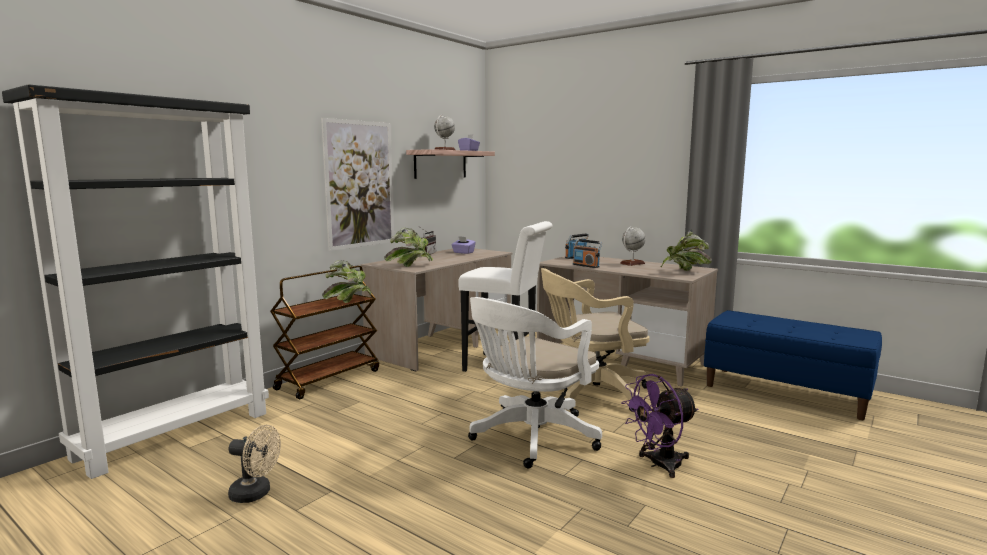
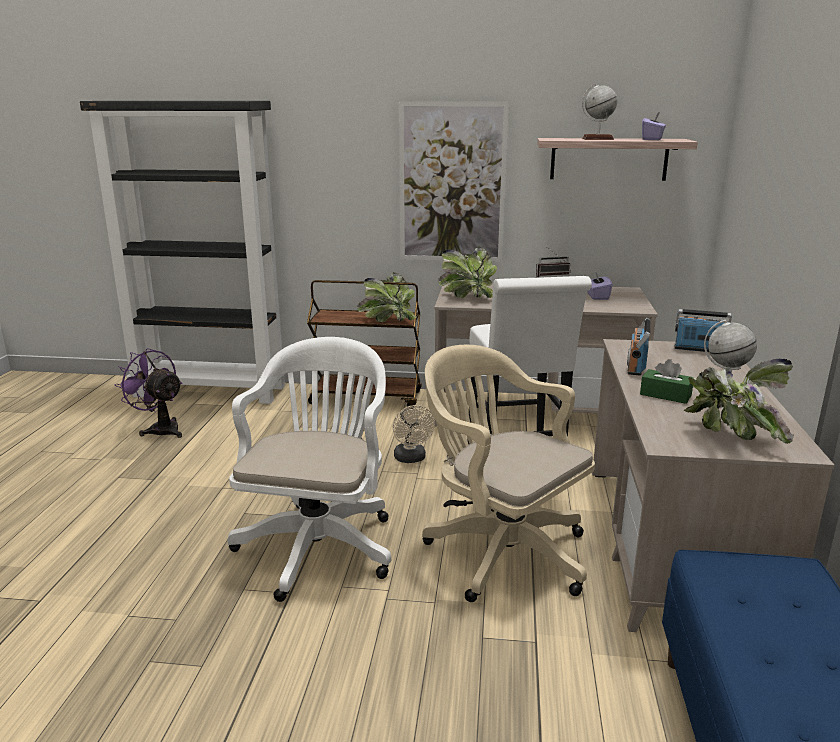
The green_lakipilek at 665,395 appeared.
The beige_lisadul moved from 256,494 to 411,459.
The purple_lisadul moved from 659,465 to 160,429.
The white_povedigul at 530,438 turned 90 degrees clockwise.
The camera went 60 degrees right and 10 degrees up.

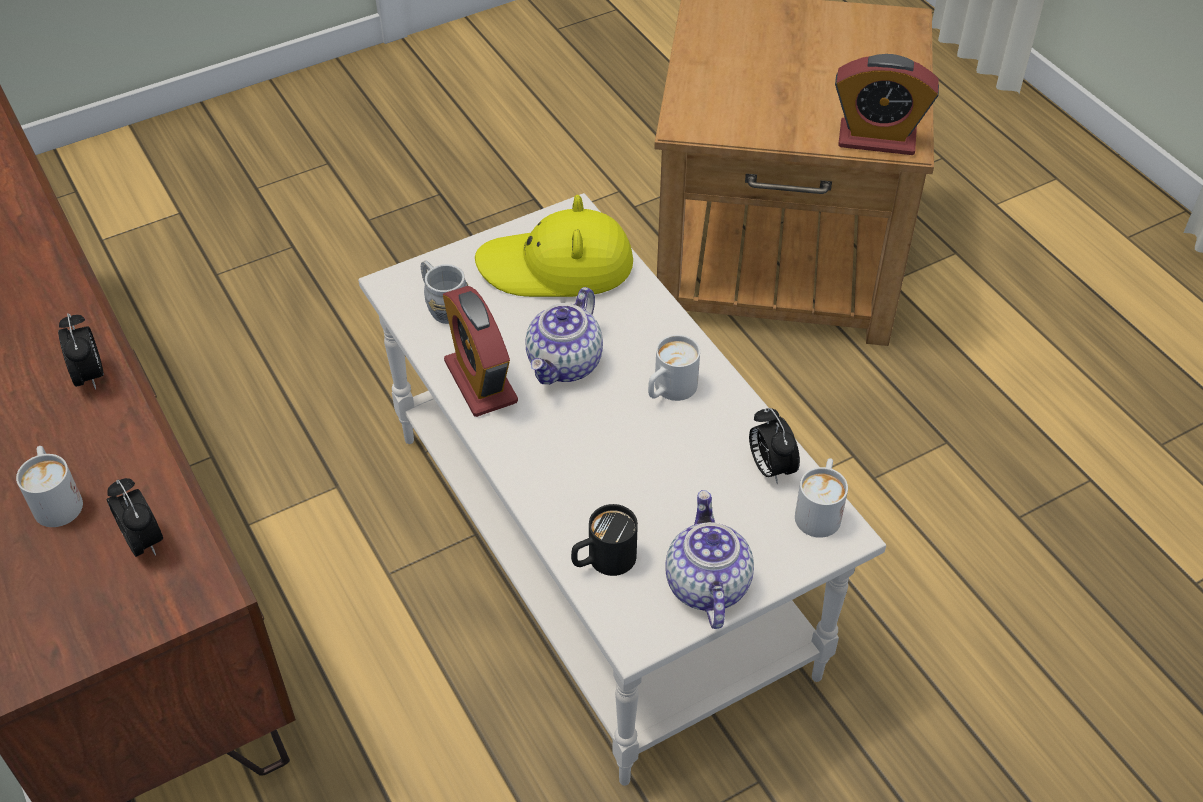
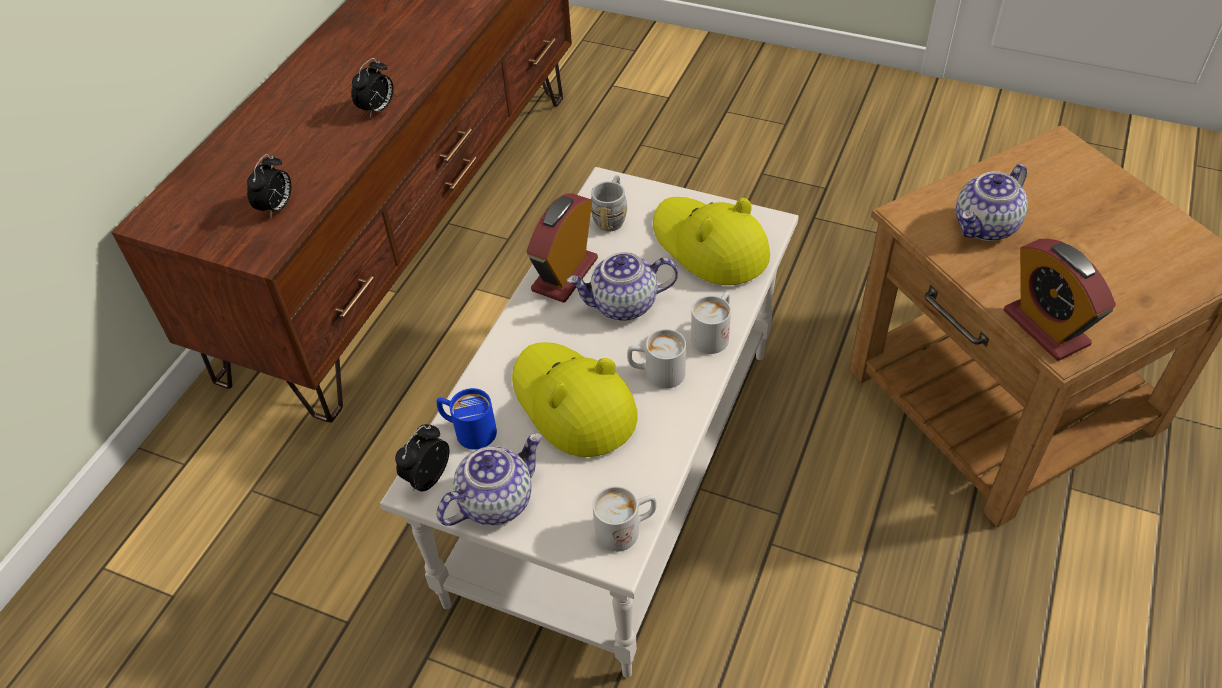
The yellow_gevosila at 572,403 appeared.
The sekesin at 986,227 appeared.
The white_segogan moved from 57,499 to 714,334.
The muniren moved from 770,468 to 427,477.
The black_segogan at 602,561 became the blue_segogan at 468,430.
The camera went 55 degrees right and 0 degrees up.

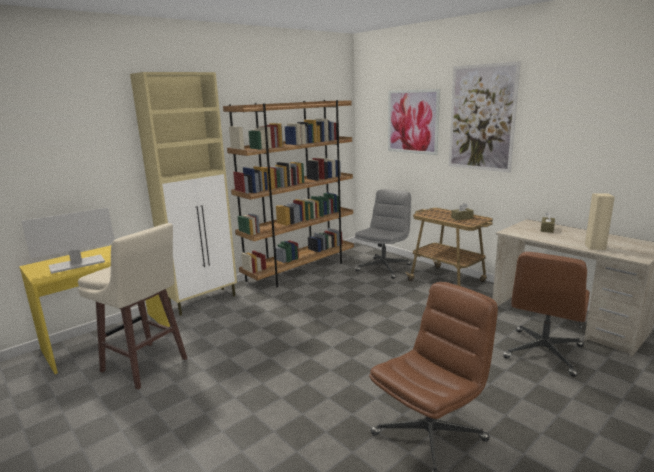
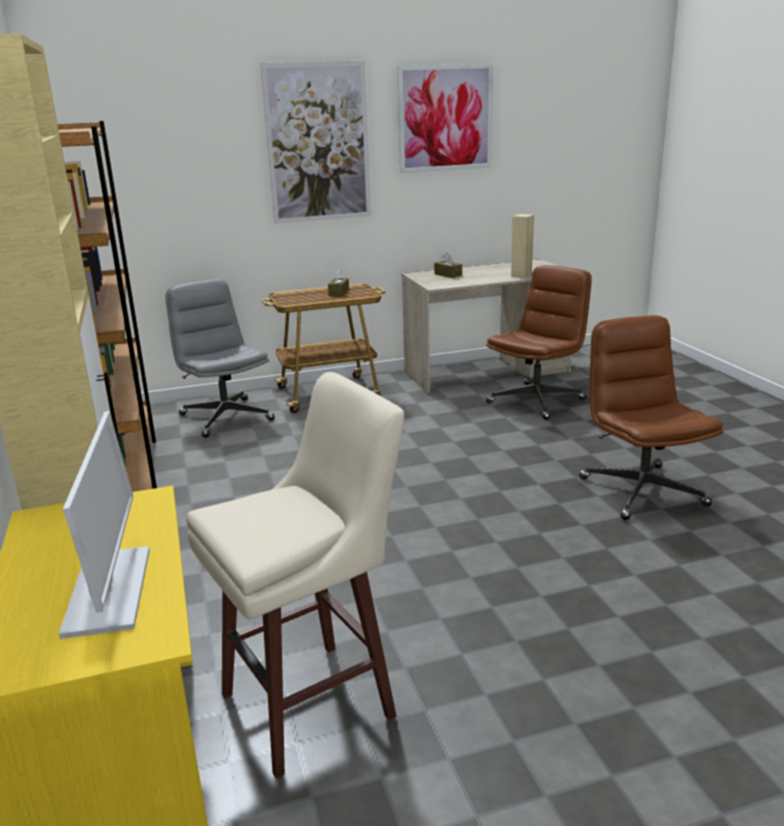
The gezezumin moved from 412,121 to 445,118.
The brown_povedigul at 543,353 turned 105 degrees counterclockwise.
The camera went 65 degrees left and 5 degrees up.

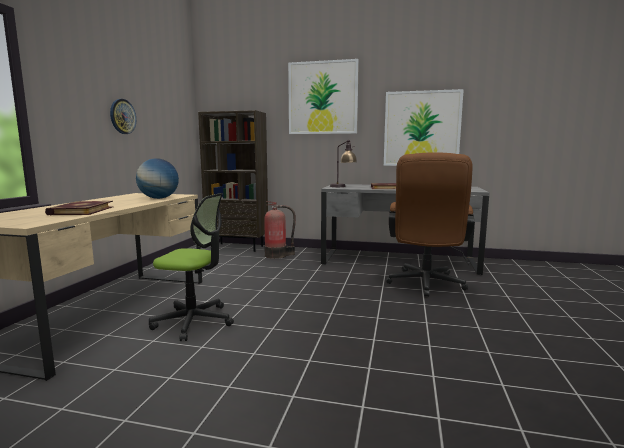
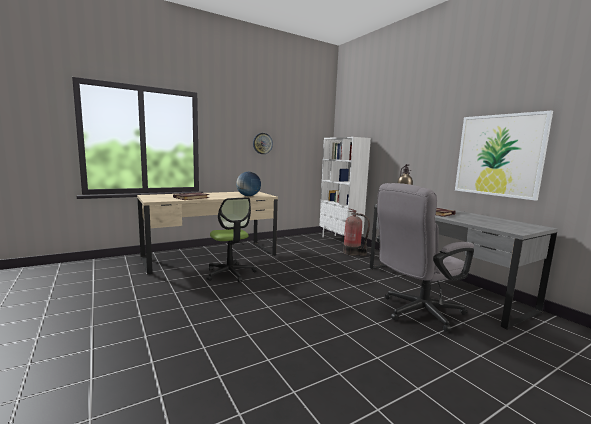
The gezezumin at 323,98 disappeared.
The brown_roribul at 238,247 became the white_roribul at 340,240.
The brown_povedigul at 425,285 became the grey_povedigul at 416,312.
The camera went 45 degrees right and 0 degrees up.

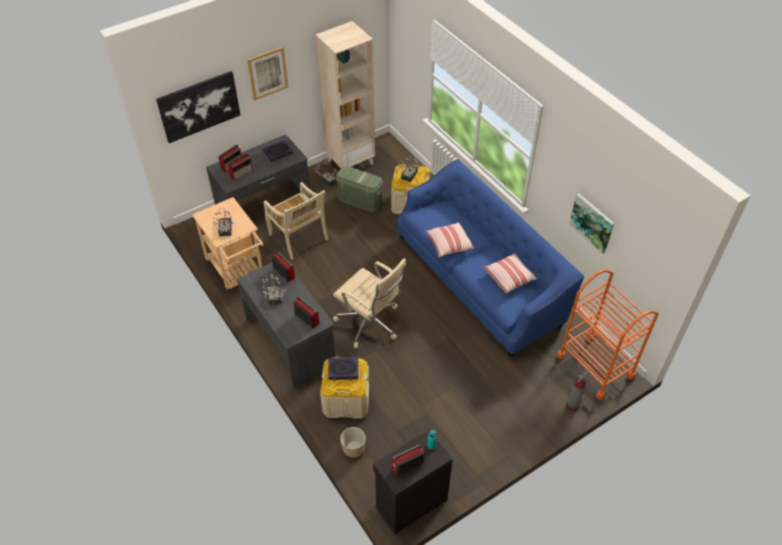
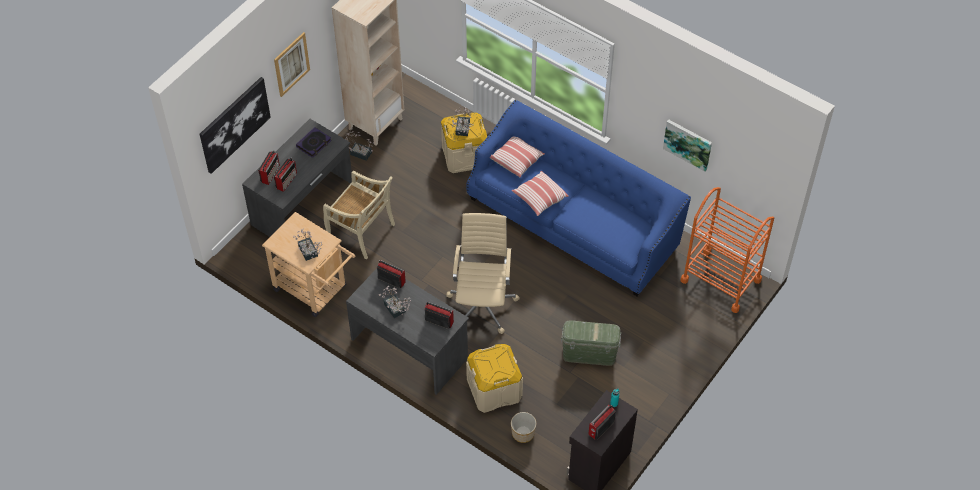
The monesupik at 343,370 disappeared.
The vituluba at 572,405 disappeared.
The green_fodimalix moved from 360,200 to 589,353.
The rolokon moved from 509,277 to 516,160.
The beige_povedigul at 370,323 turned 105 degrees counterclockwise.
The camera went 20 degrees left and 5 degrees up.

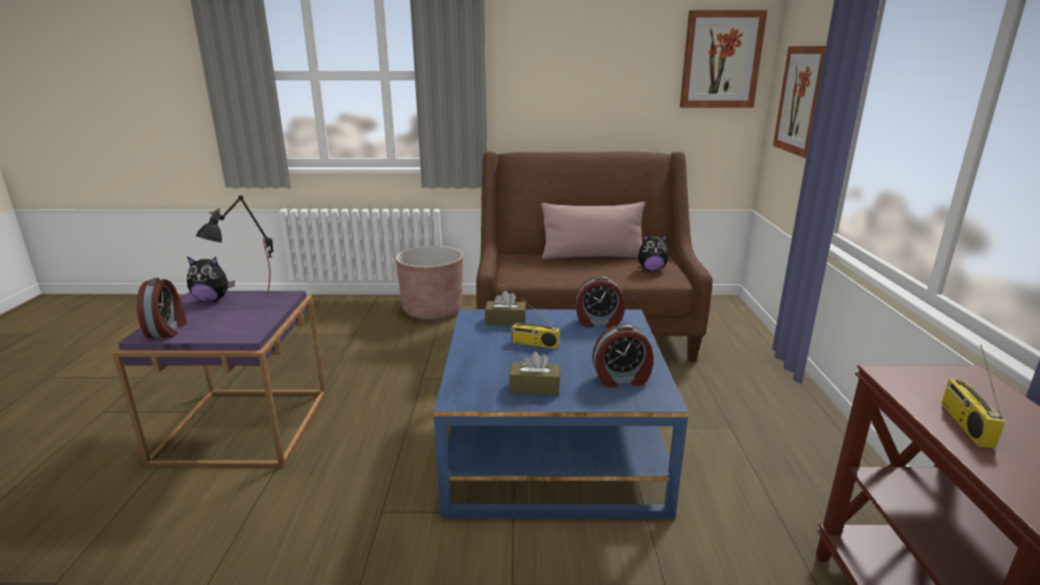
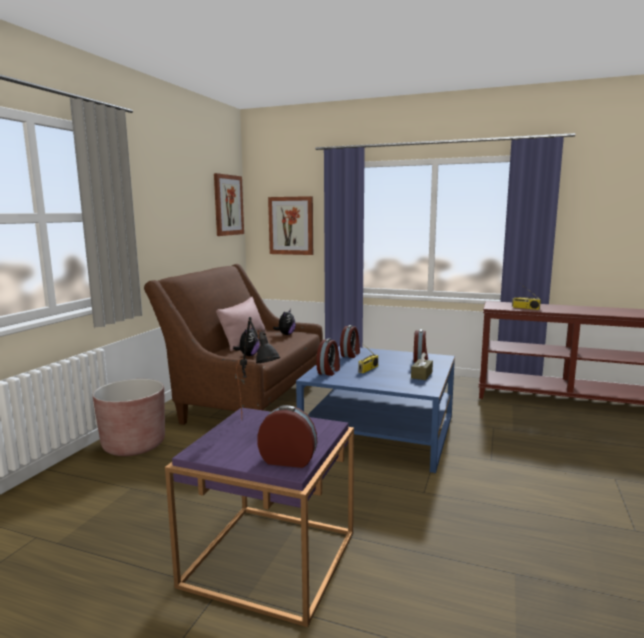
The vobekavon moved from 212,300 to 248,355.
The brown_lakipilek at 505,321 was replaced by the muniren at 329,371.
The camera went 70 degrees left and 10 degrees down.

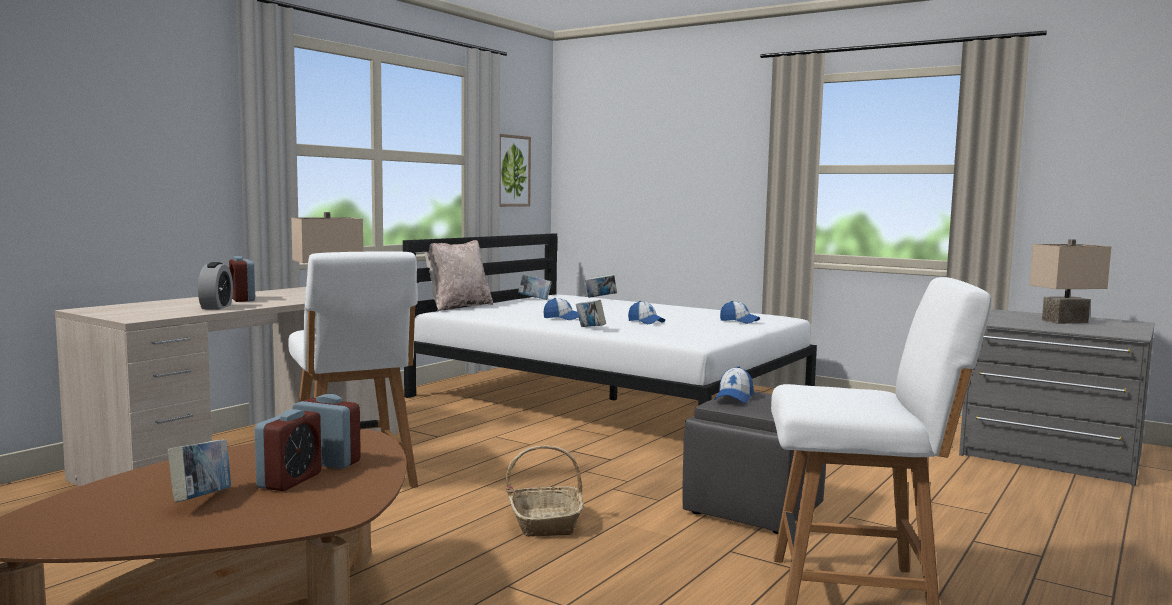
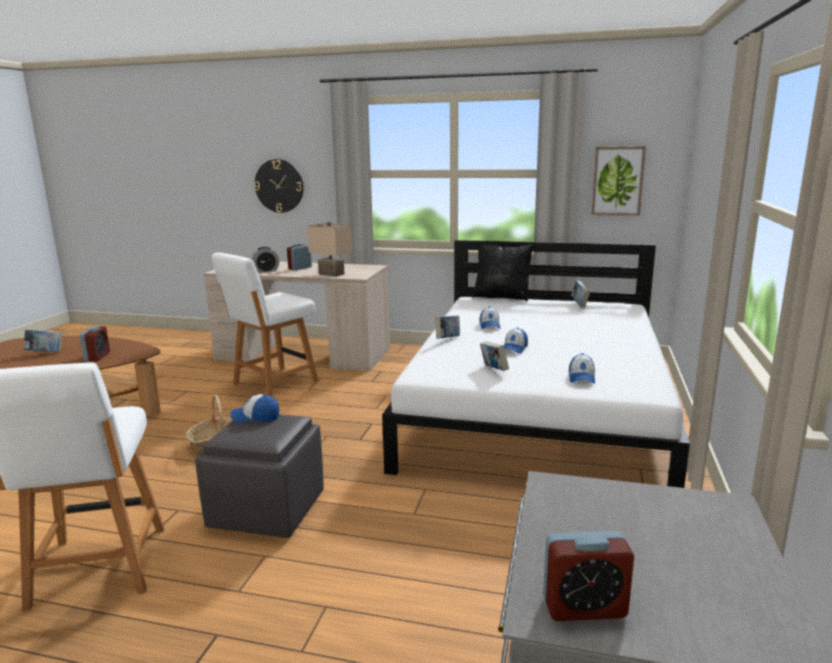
The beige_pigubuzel at 1063,321 disappeared.
The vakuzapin at 279,186 appeared.
The muniren moved from 290,481 to 584,607.
The monesupik moved from 600,298 to 493,370.
The beige_rolokon at 457,307 became the black_rolokon at 502,297.
The camera went 70 degrees right and 10 degrees up.

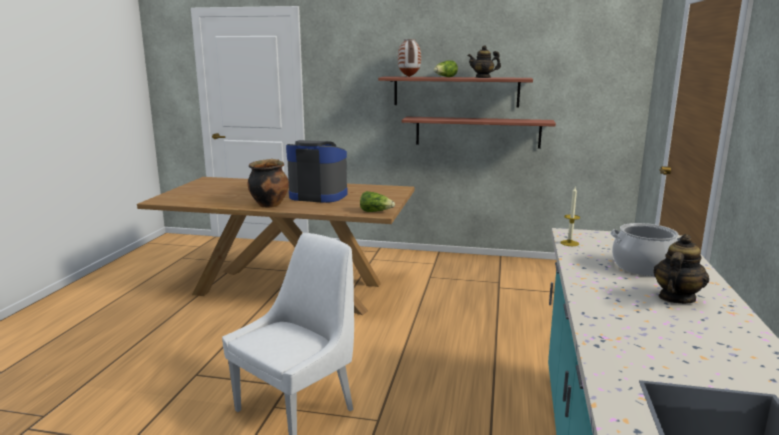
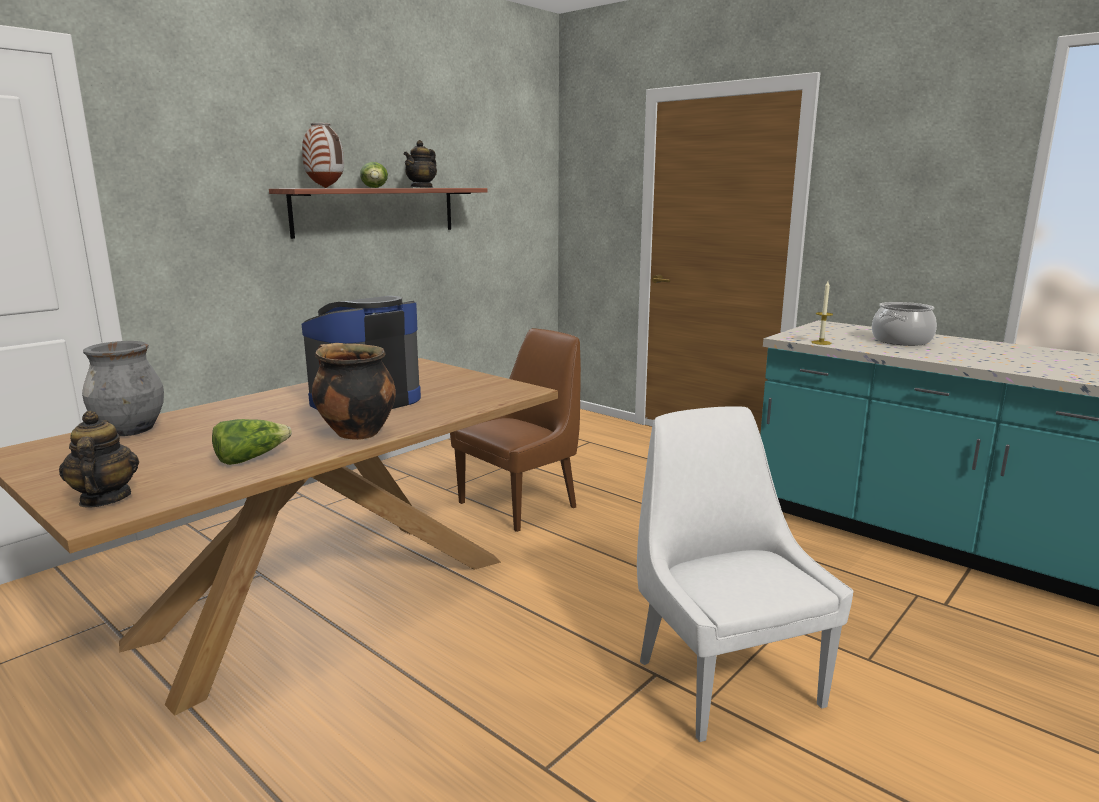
The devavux at 477,132 disappeared.
The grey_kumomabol at 130,430 appeared.
The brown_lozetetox at 521,504 appeared.
The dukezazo moved from 376,212 to 251,458.
The sekesin moved from 676,298 to 104,499.
The camera went 60 degrees left and 0 degrees up.

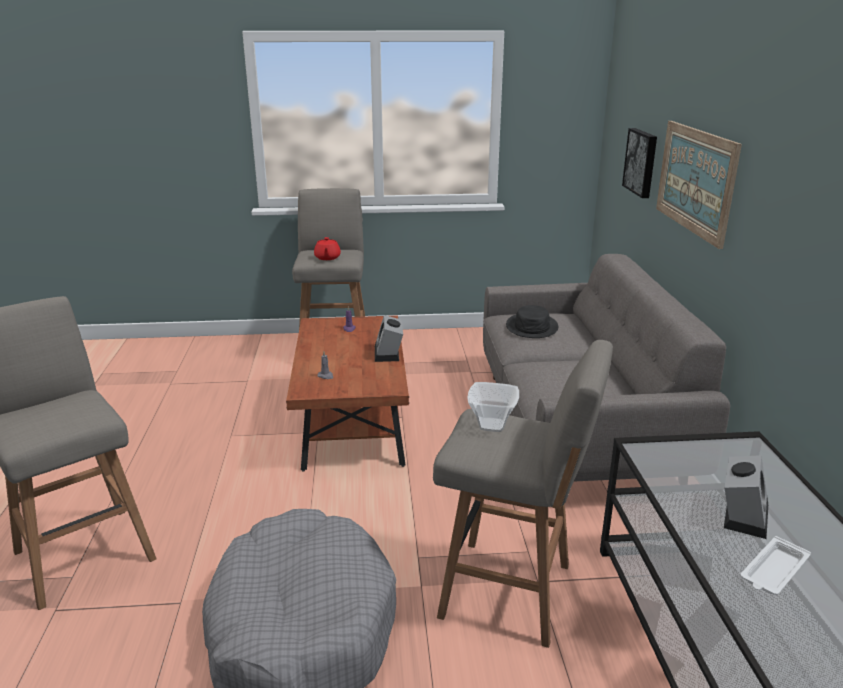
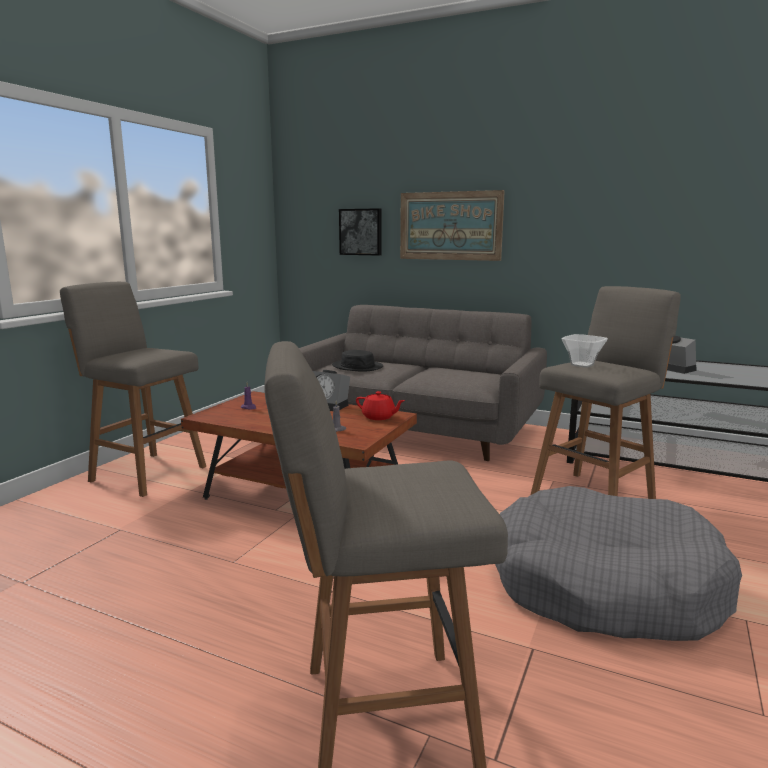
The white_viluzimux at 773,571 disappeared.
The red_sekesin moved from 327,258 to 379,417.
The camera went 60 degrees left and 10 degrees down.

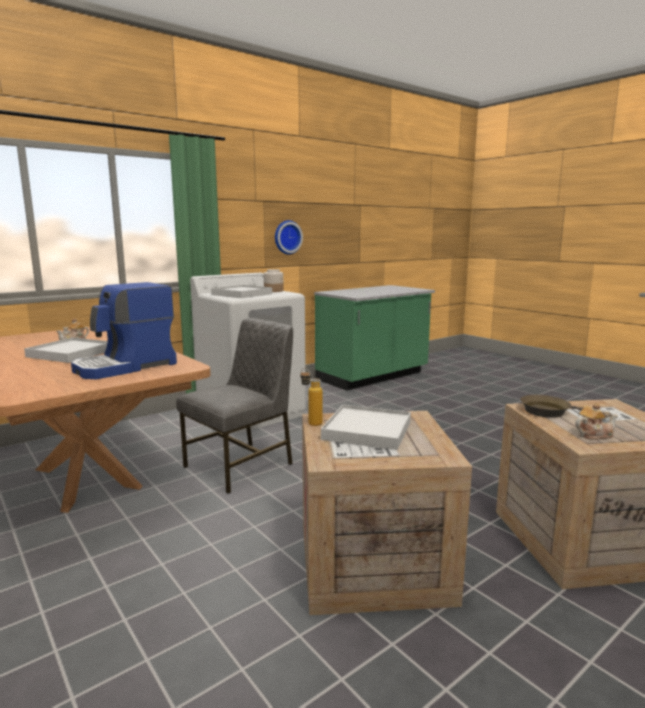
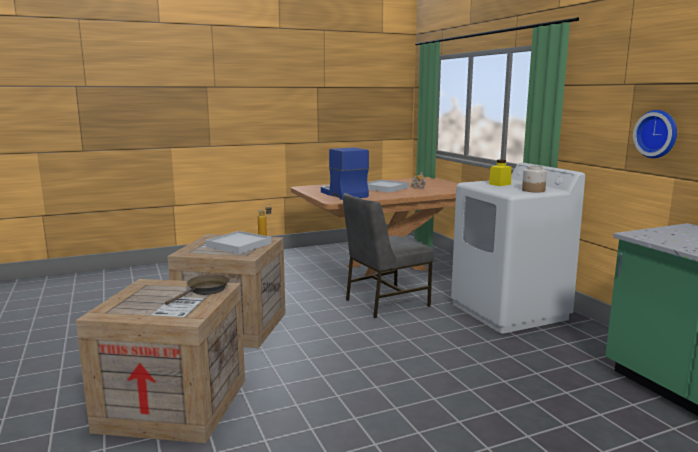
The sekesin at 594,435 disappeared.
The white_viluzimux at 242,294 was replaced by the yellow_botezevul at 499,184.
The grey_lozetetox at 241,465 turned 90 degrees clockwise.
The camera went 105 degrees right and 0 degrees up.

